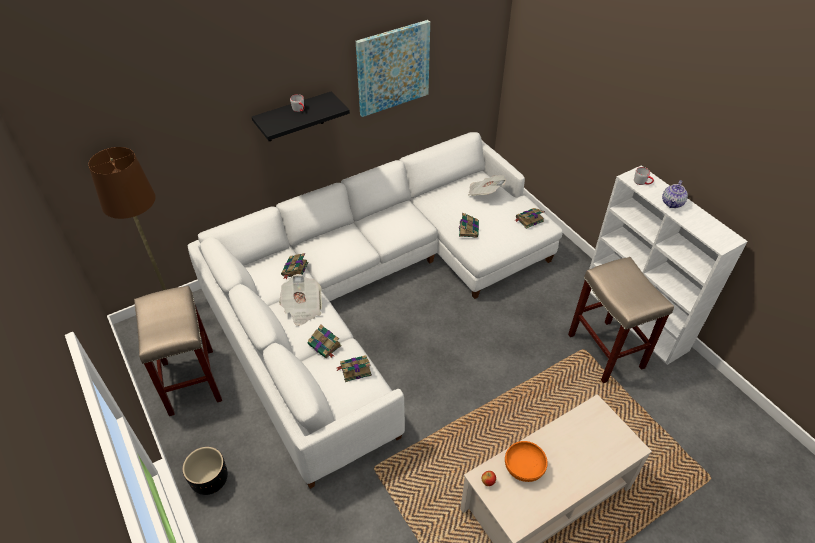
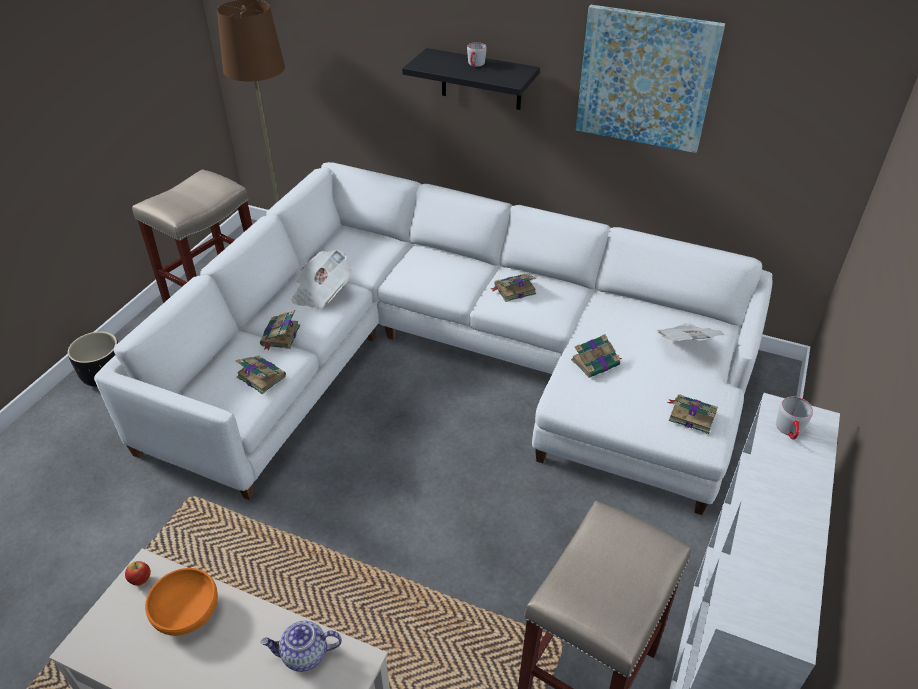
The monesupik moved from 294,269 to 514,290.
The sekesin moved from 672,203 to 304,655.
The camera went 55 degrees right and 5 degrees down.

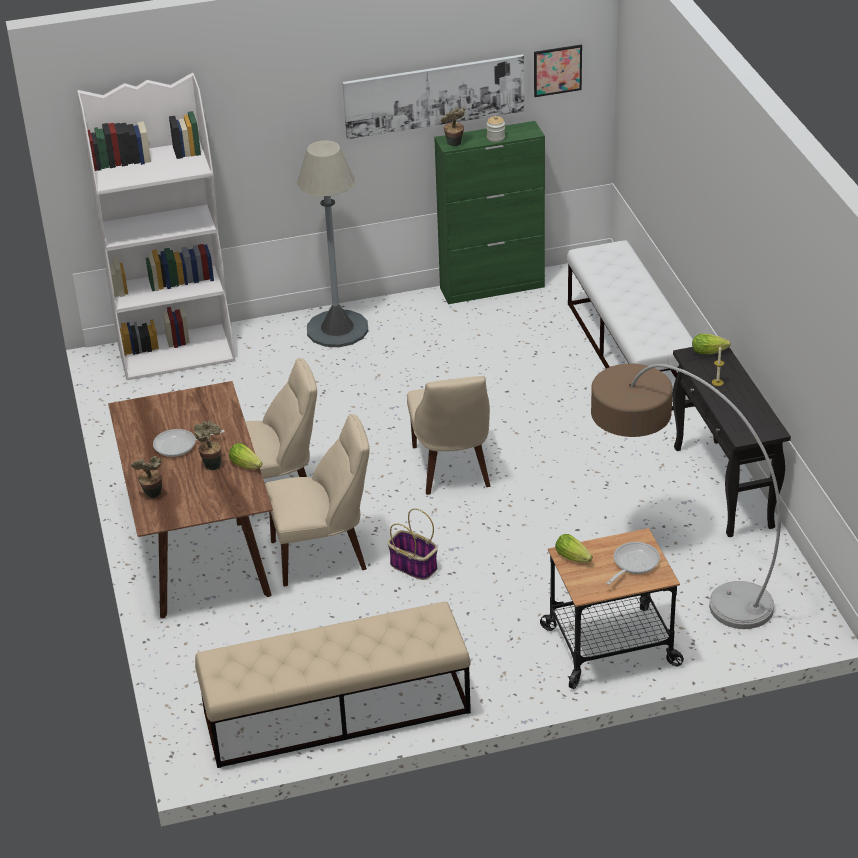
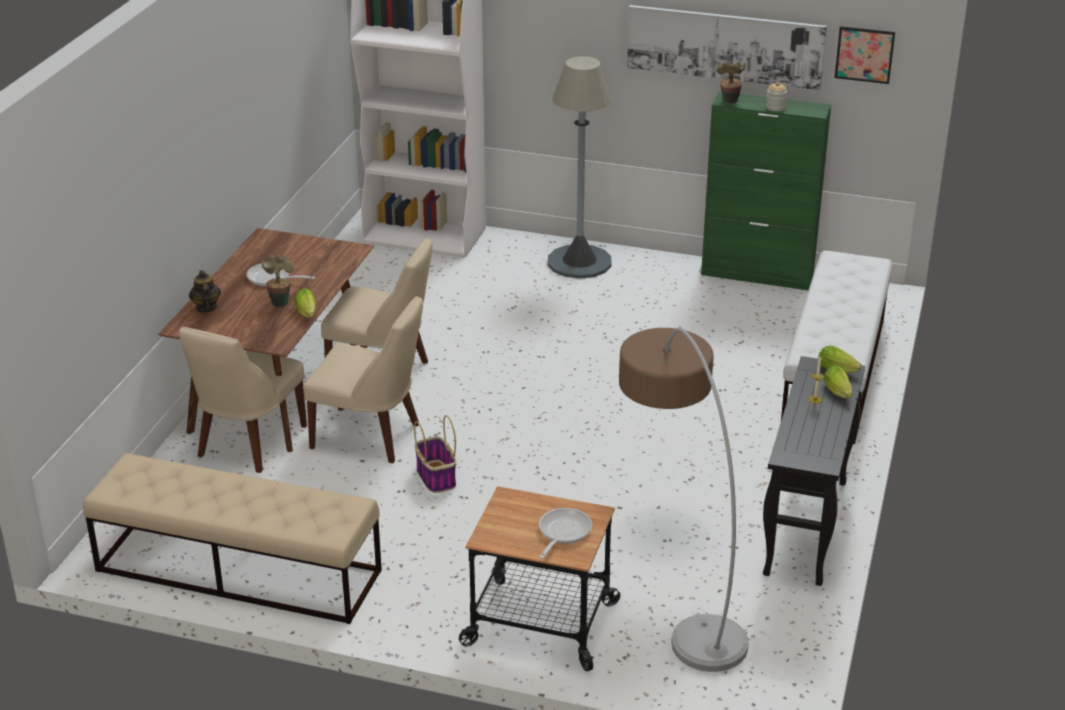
The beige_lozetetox moved from 452,469 to 248,443.
The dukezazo moved from 574,558 to 838,392.
The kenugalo at 152,495 was replaced by the sekesin at 206,307.
The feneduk at 633,564 turned 45 degrees counterclockwise.
The camera went 30 degrees right and 5 degrees down.

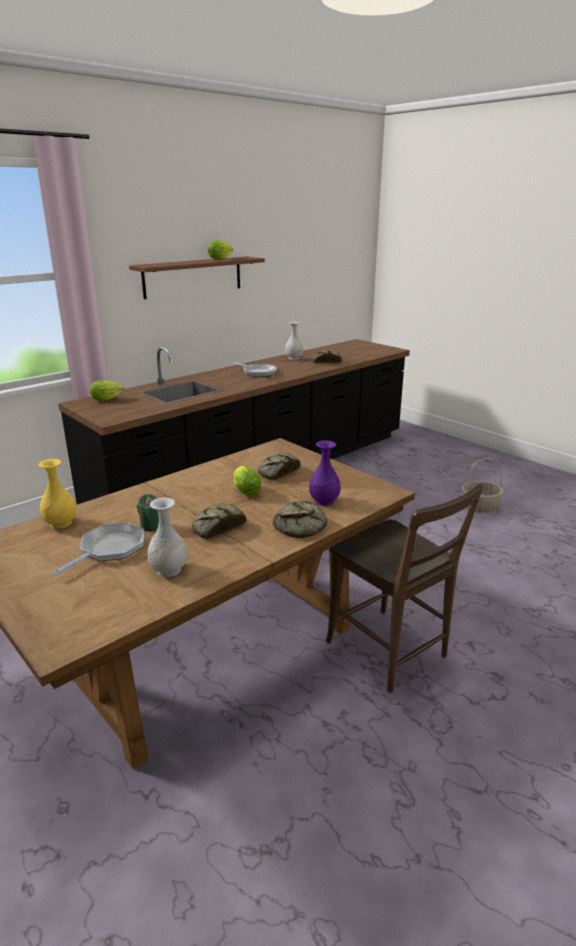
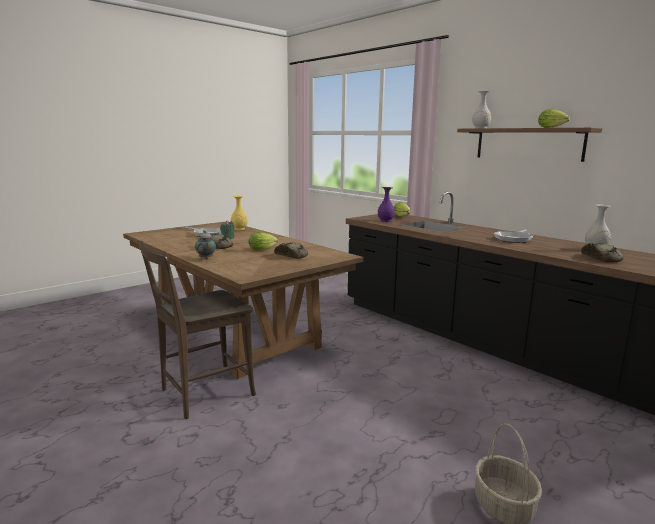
The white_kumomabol moved from 169,570 to 480,128.
The purple_kumomabol moved from 323,501 to 385,221.
The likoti at 302,526 was replaced by the sekesin at 206,258.
The camera went 90 degrees right and 10 degrees down.

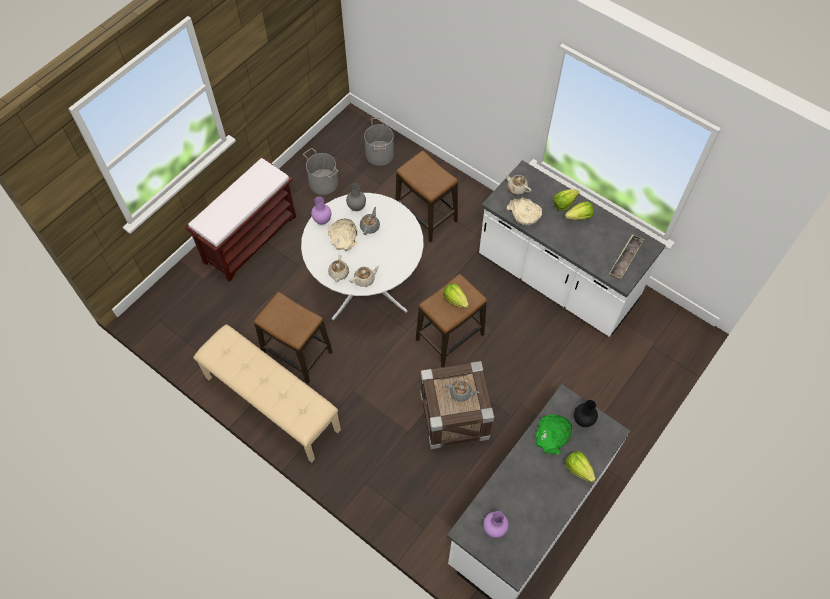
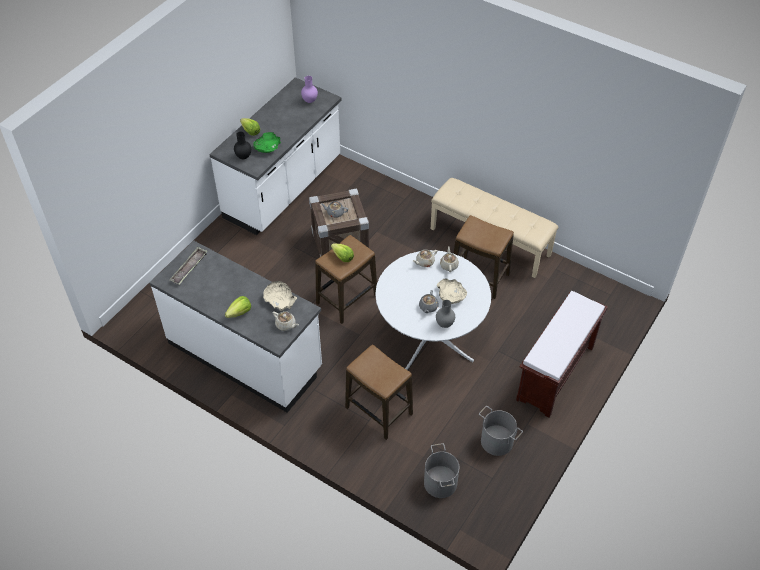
The purple_kumomabol at 322,221 disappeared.
The dukezazo at 579,217 disappeared.
The camera went 175 degrees right and 10 degrees down.

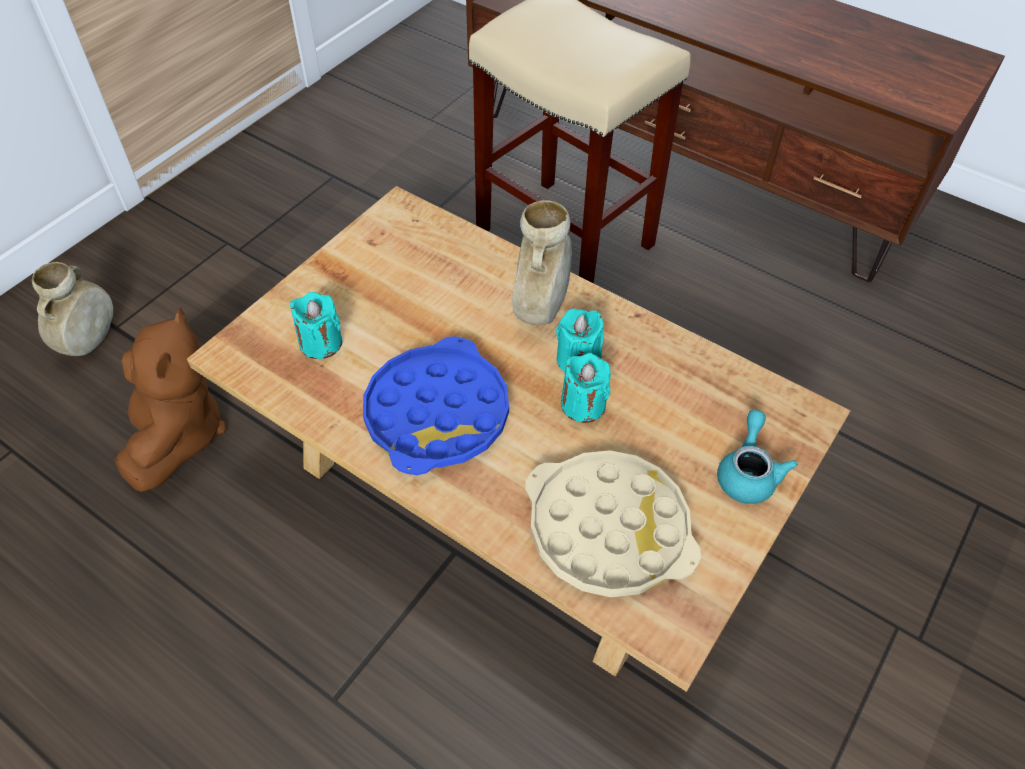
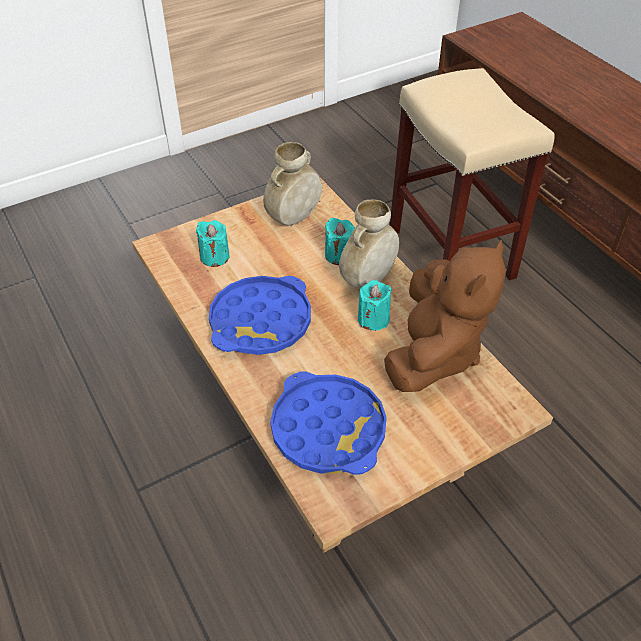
The turquoise_sekesin at 748,473 disappeared.
The beige_kumomabol moved from 90,342 to 293,218.
The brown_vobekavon moved from 177,435 to 434,353.
The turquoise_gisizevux moved from 583,404 to 339,255.
The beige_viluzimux at 608,529 became the blue_viluzimux at 328,429.
The camera went 25 degrees right and 5 degrees down.

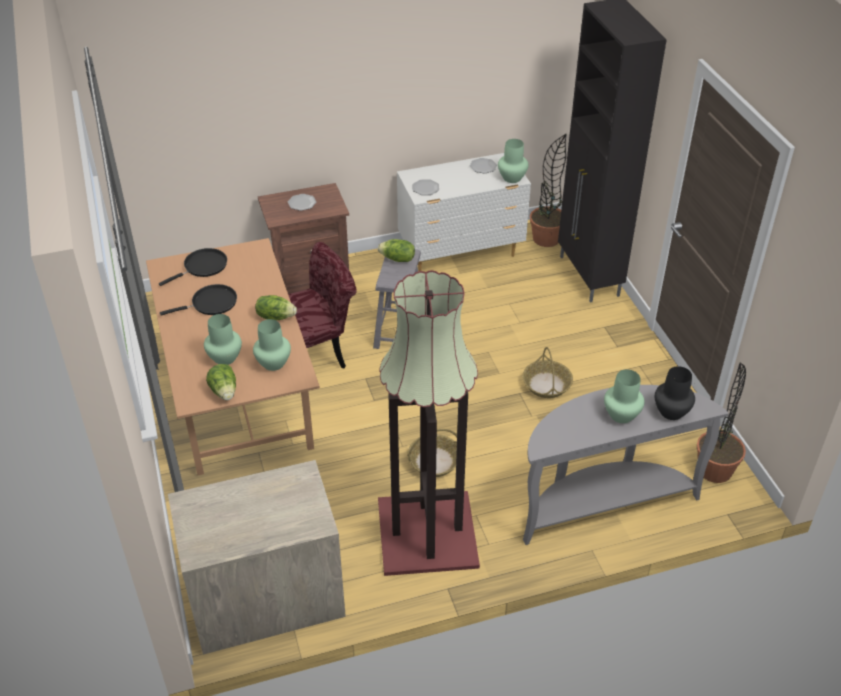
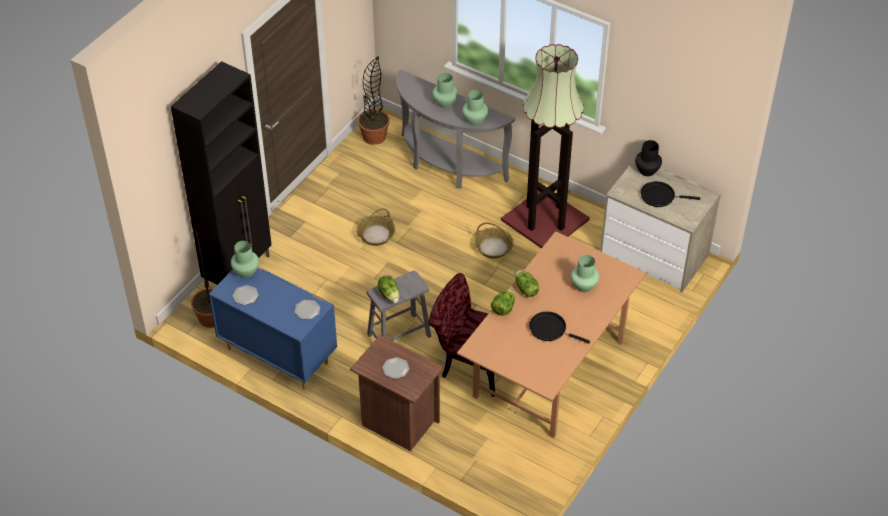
The black_feneduk moved from 203,267 to 660,196.
The dukezazo moved from 224,392 to 503,308.
The green_kumomabol moved from 274,363 to 474,120.
The black_kumomabol moved from 671,412 to 647,171.
The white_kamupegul at 461,254 became the blue_kamupegul at 277,355.
The camera went 130 degrees left and 5 degrees up.

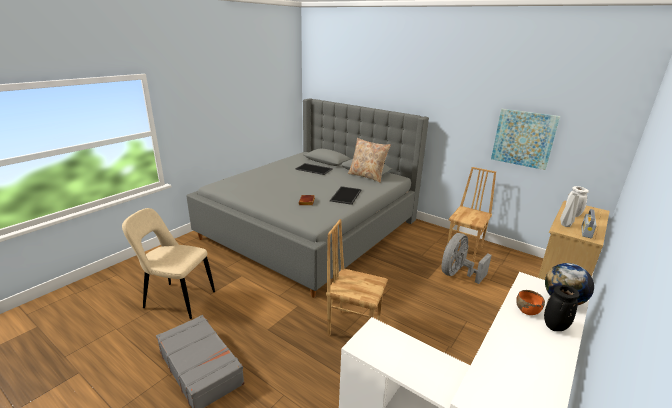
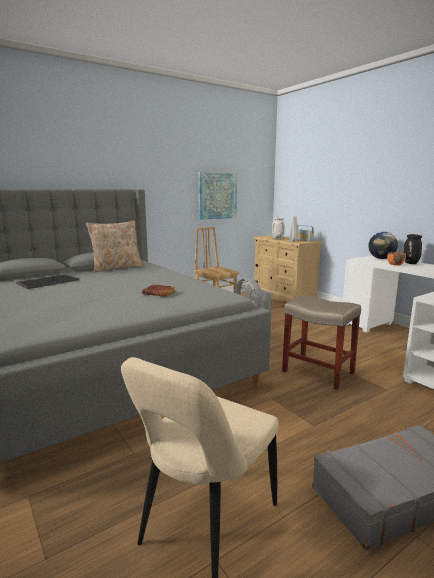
The viluzimux at 346,195 disappeared.
The brown_lozetetox at 354,327 was replaced by the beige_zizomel at 317,372.
The camera went 70 degrees left and 10 degrees down.

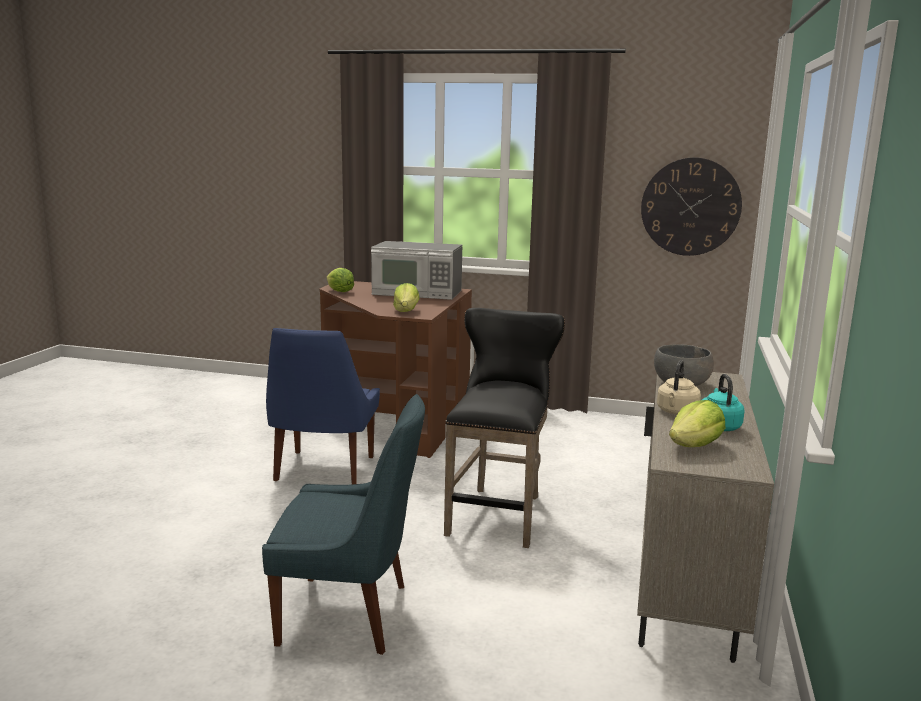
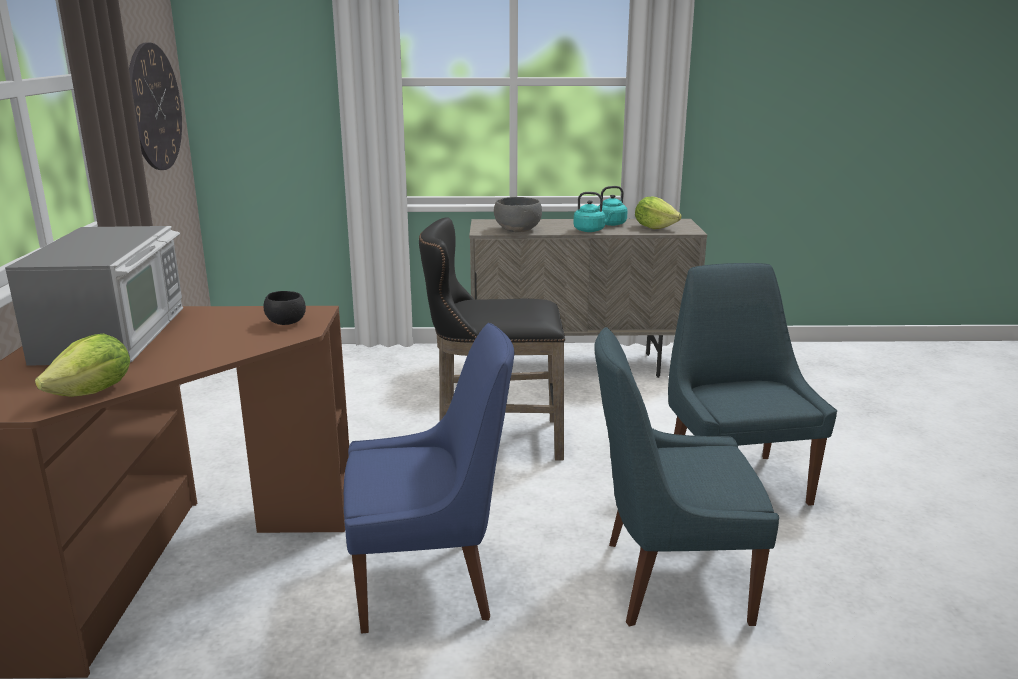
The blue_lozetetox at 669,581 appeared.
The dukezazo at 406,311 was replaced by the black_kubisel at 286,323.
The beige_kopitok at 676,412 became the turquoise_kopitok at 591,230.
The camera went 105 degrees left and 5 degrees up.

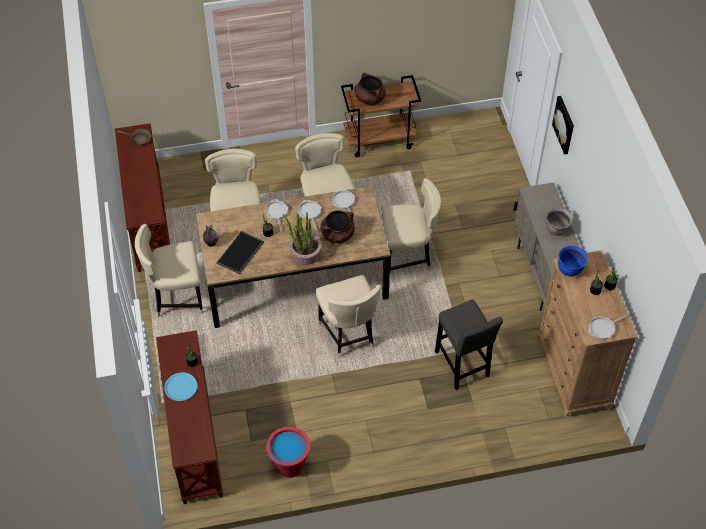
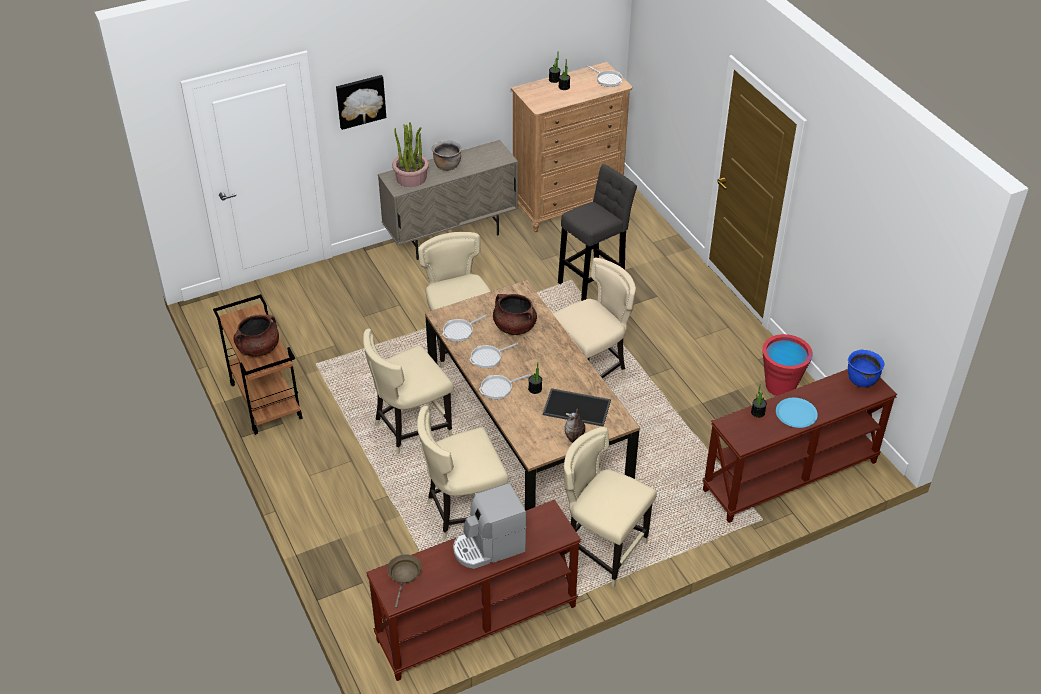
The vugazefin at 488,547 appeared.
The kenugalo moved from 305,254 to 411,178.
The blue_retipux moved from 570,269 to 861,379.
The beige_lozetetox at 176,298 turned 150 degrees clockwise.
The camera went 105 degrees left and 10 degrees down.

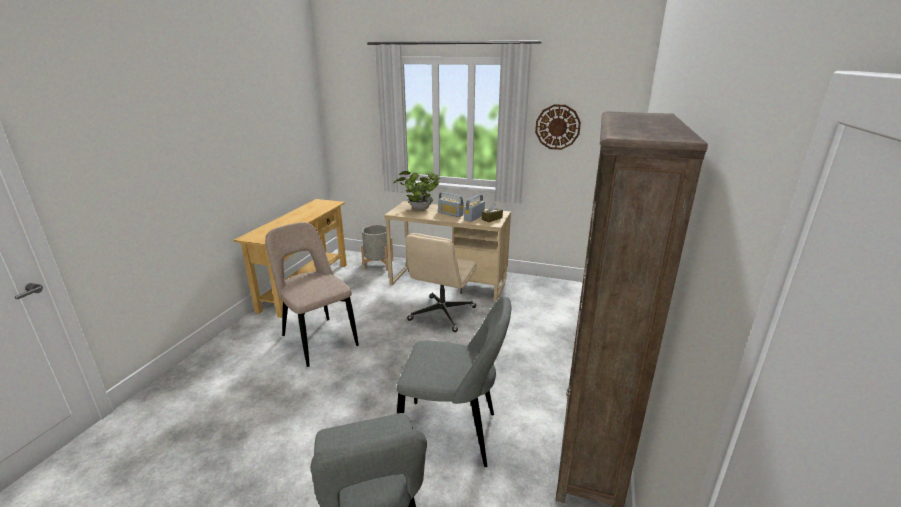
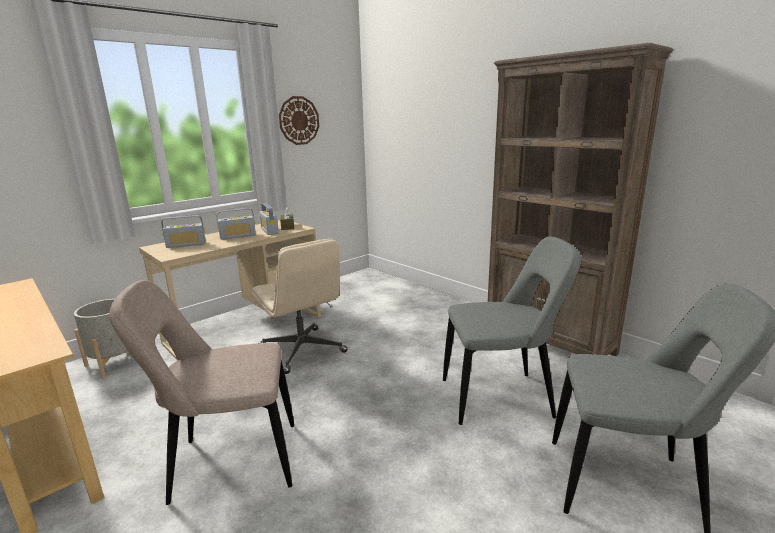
The kenugalo at 418,208 was replaced by the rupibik at 186,245.
The grey_lozetetox at 453,433 turned 45 degrees clockwise.
The camera went 60 degrees left and 5 degrees down.

